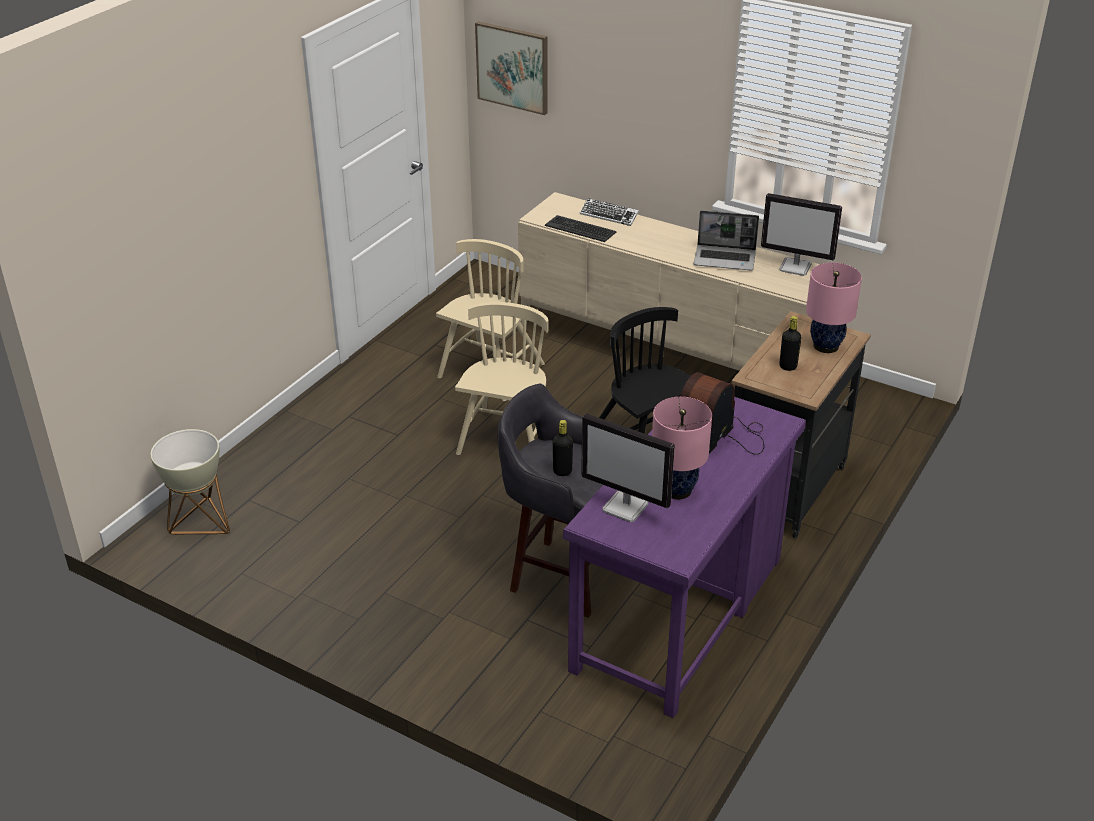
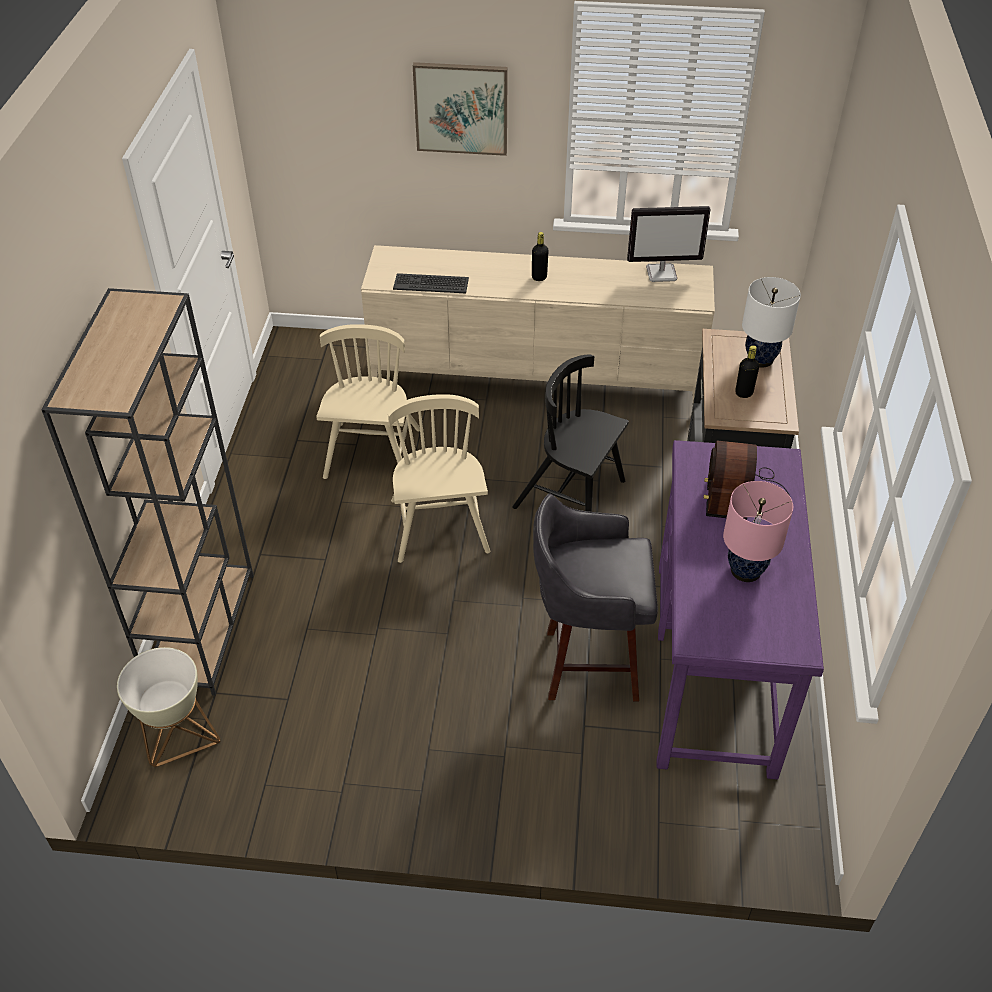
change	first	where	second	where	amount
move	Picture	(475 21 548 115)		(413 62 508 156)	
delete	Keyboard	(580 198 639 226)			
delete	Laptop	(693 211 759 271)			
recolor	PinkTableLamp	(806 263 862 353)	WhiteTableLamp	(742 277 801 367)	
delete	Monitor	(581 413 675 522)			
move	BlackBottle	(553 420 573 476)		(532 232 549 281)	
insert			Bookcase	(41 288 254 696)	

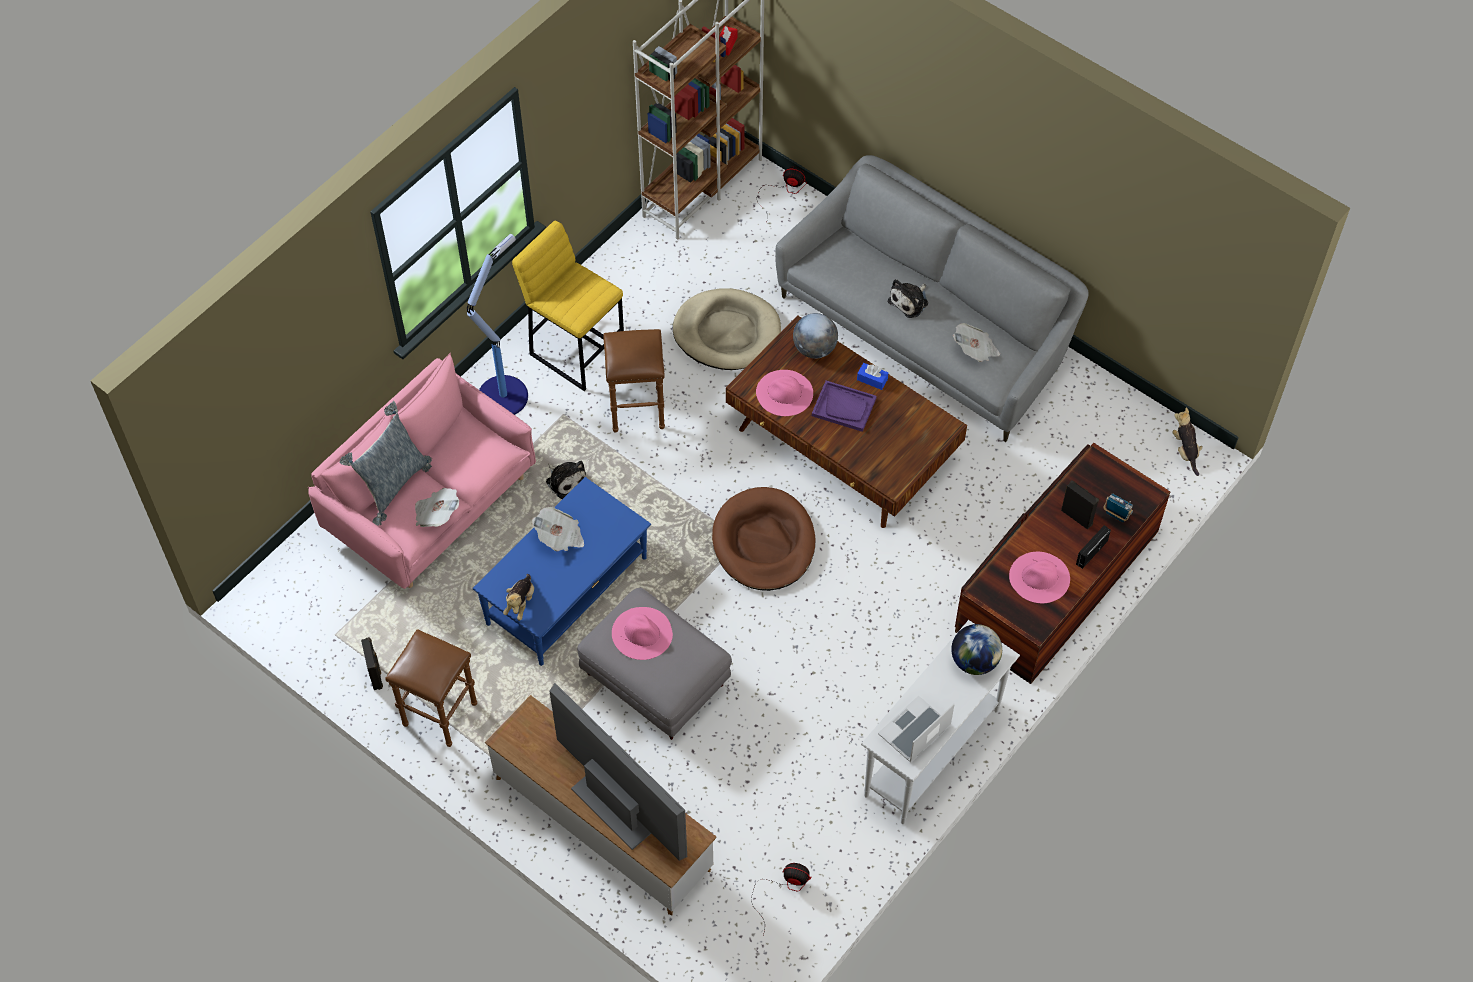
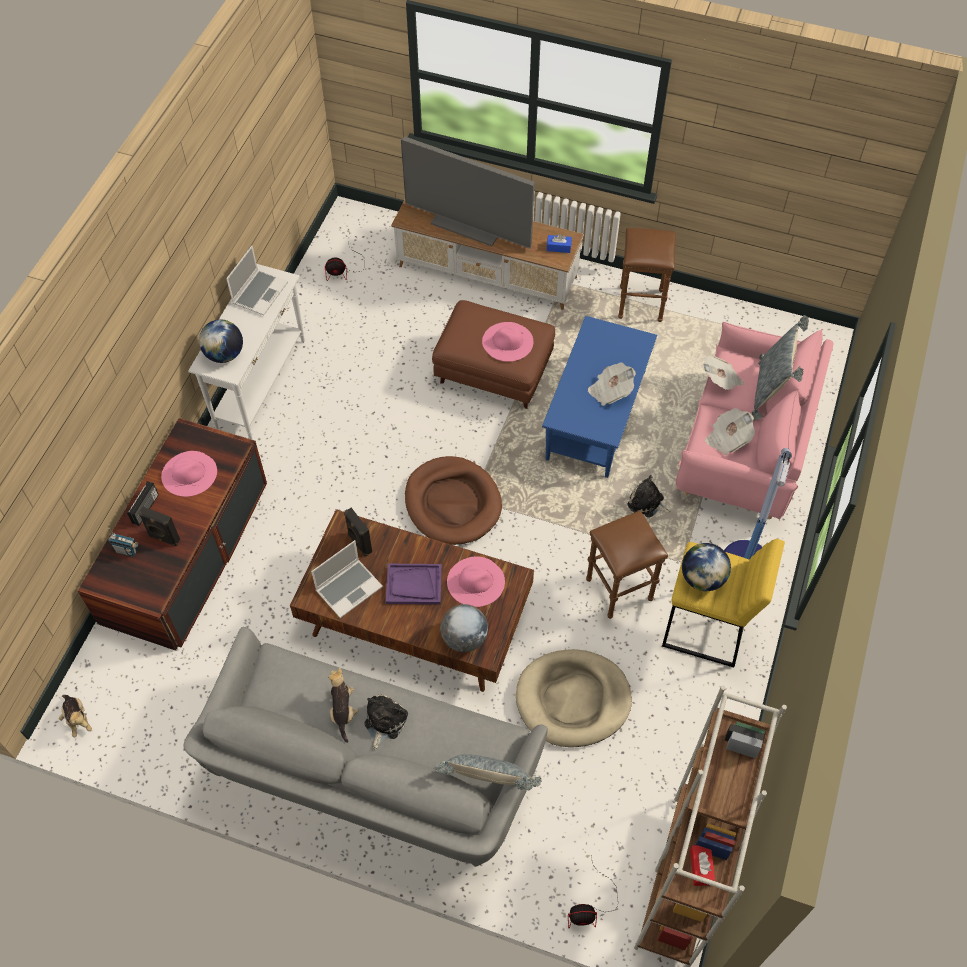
change	first	where	second	where	amount
move	Newspaper	(953 323 1000 362)		(705 408 755 455)	
move	BlueTissueBox	(857 363 888 390)		(547 234 572 253)	
move	PlushToy	(503 574 534 621)		(328 668 359 743)	
recolor	GreyOttoman	(577 588 732 740)	BrownOttoman	(432 300 555 409)	
move	BlackSpeaker	(361 637 383 690)		(344 508 372 556)	
insert			Laptop	(311 540 383 618)	
insert			Globe	(682 543 731 591)	
insert			Pillow	(435 754 542 791)	

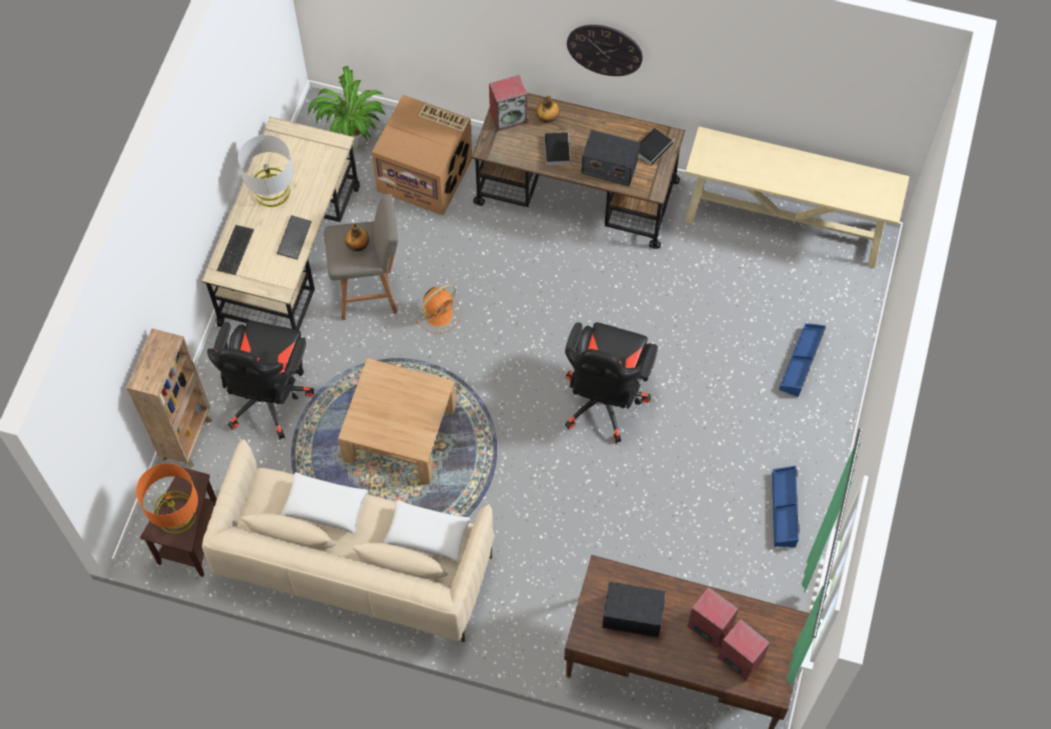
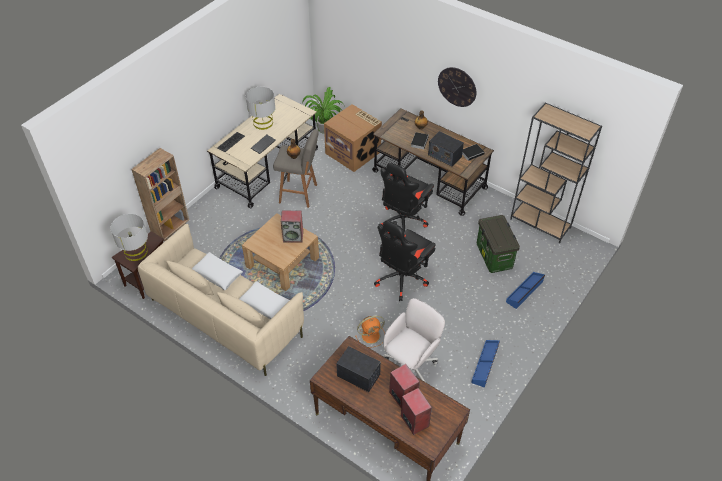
change	first	where	second	where	amount
move	Speaker	(489 75 527 132)		(281 210 303 243)	
replace	BeigeConsoleTable	(685 127 910 268)	Bookcase	(510 103 602 243)	
move	OrangeFan	(416 284 462 334)		(355 316 385 347)	
move	BlackOfficeChair	(207 321 314 440)		(377 163 434 231)	
recolor	OrangeTableLamp	(136 463 198 533)	GreyTableLamp	(110 214 148 261)	
insert			StorageBox	(477 215 520 273)	
insert			WhiteOfficeChair	(383 298 445 382)	

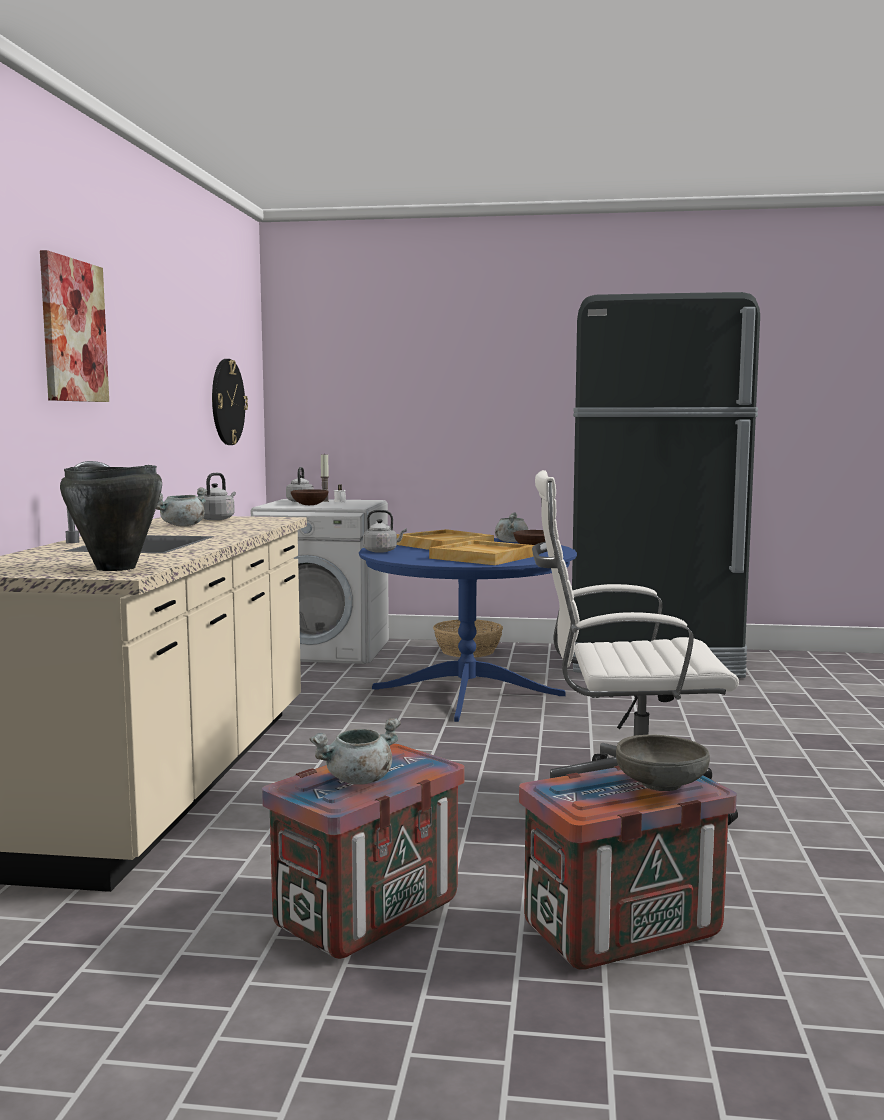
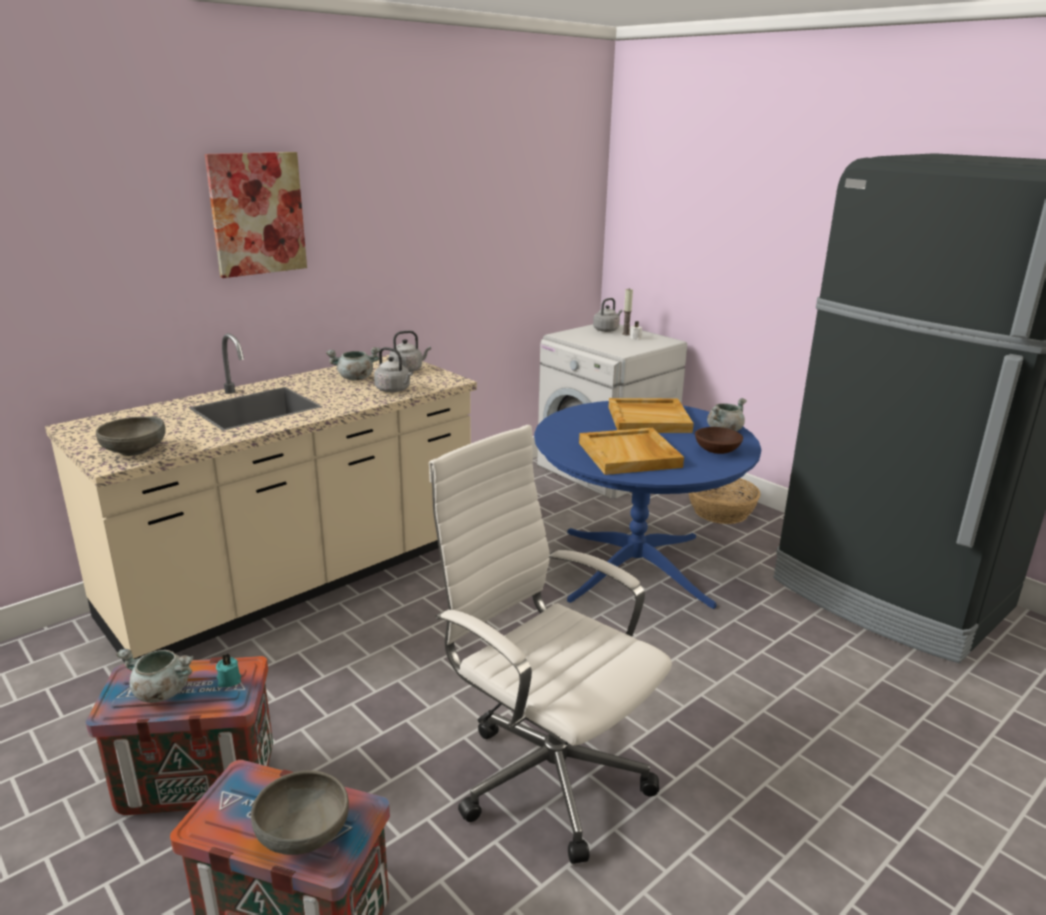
change	first	where	second	where	amount
delete	WallClock	(212 359 248 445)			
replace	BlackCookingPot	(60 465 162 571)	GreyBowl	(96 416 166 456)	
delete	BrownBowl	(291 489 329 505)			
move	GreyKettle	(363 510 407 553)		(374 347 413 392)	
insert			TurquoiseCandle	(216 654 241 687)	

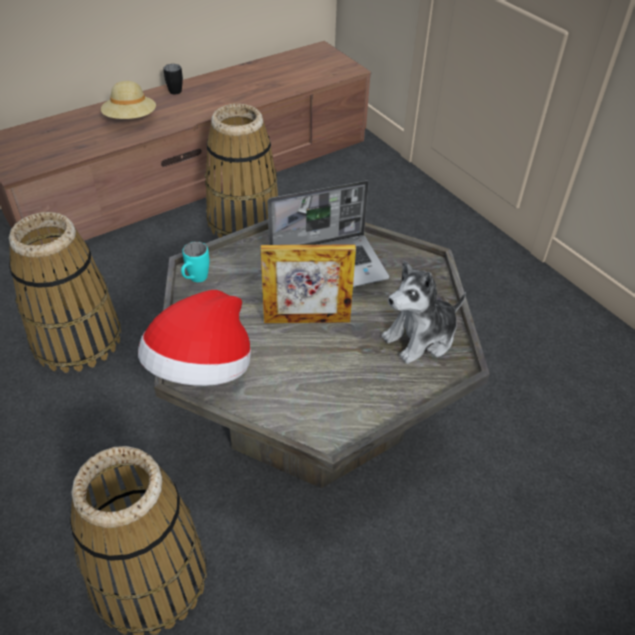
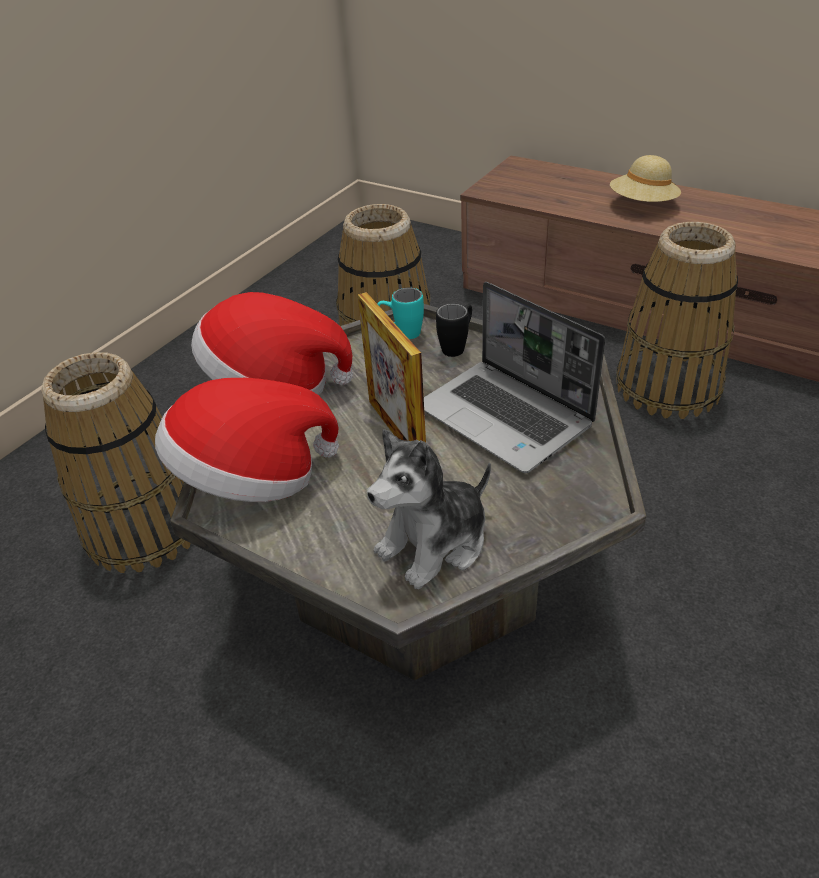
change	first	where	second	where	amount
move	BlackMug	(163 64 183 94)		(436 303 472 357)	
rotate	PlushToy	(381 261 466 364)		(367 429 491 590)	75 degrees counterclockwise
insert			Hat	(155 378 339 502)	

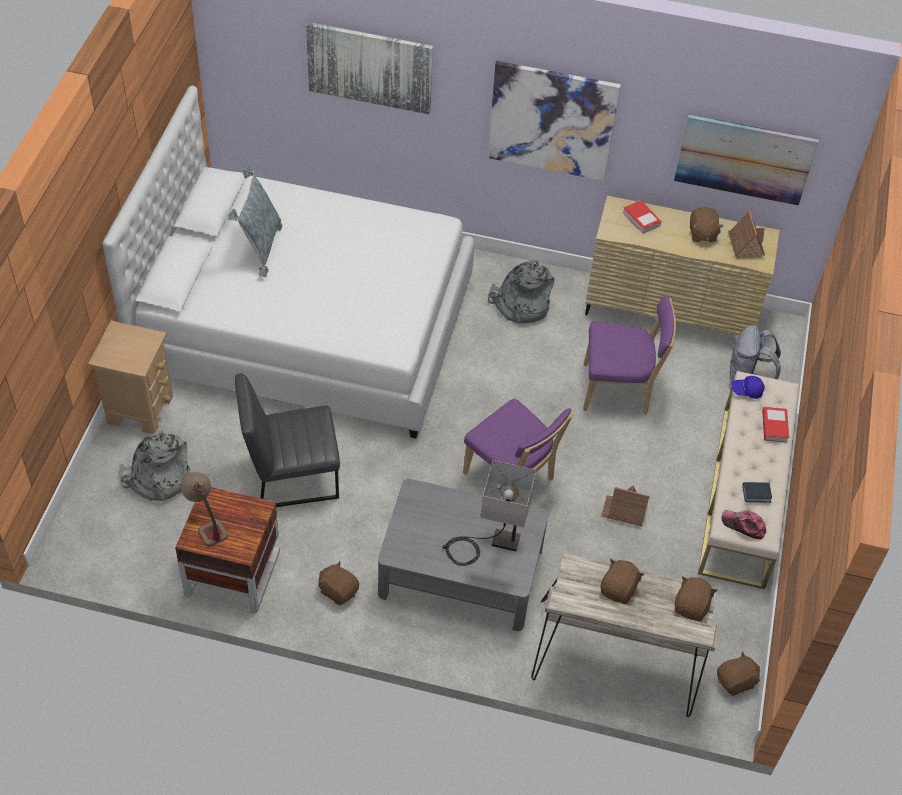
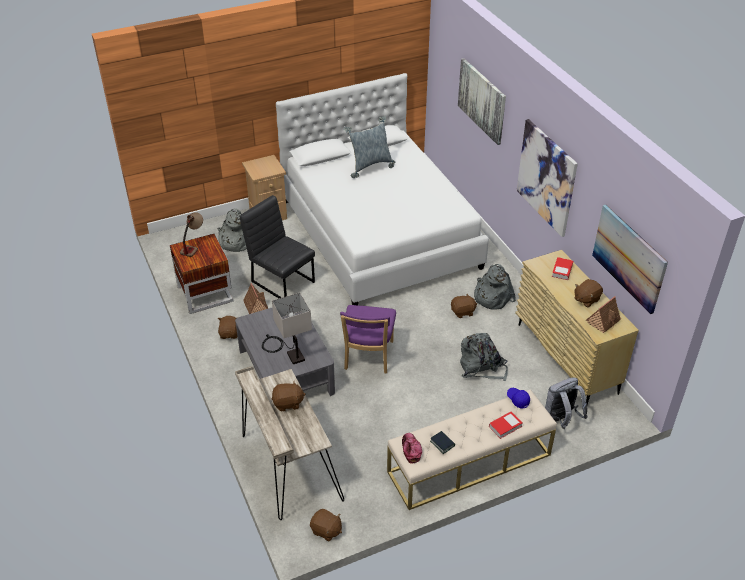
change	first	where	second	where	amount
replace	PurpleChair	(583 295 676 415)	GreyBackpack	(460 333 508 381)	
move	ToyHouse	(601 486 650 527)		(243 283 268 314)	
move	BrownPlushToy	(674 576 718 621)		(451 293 477 318)	

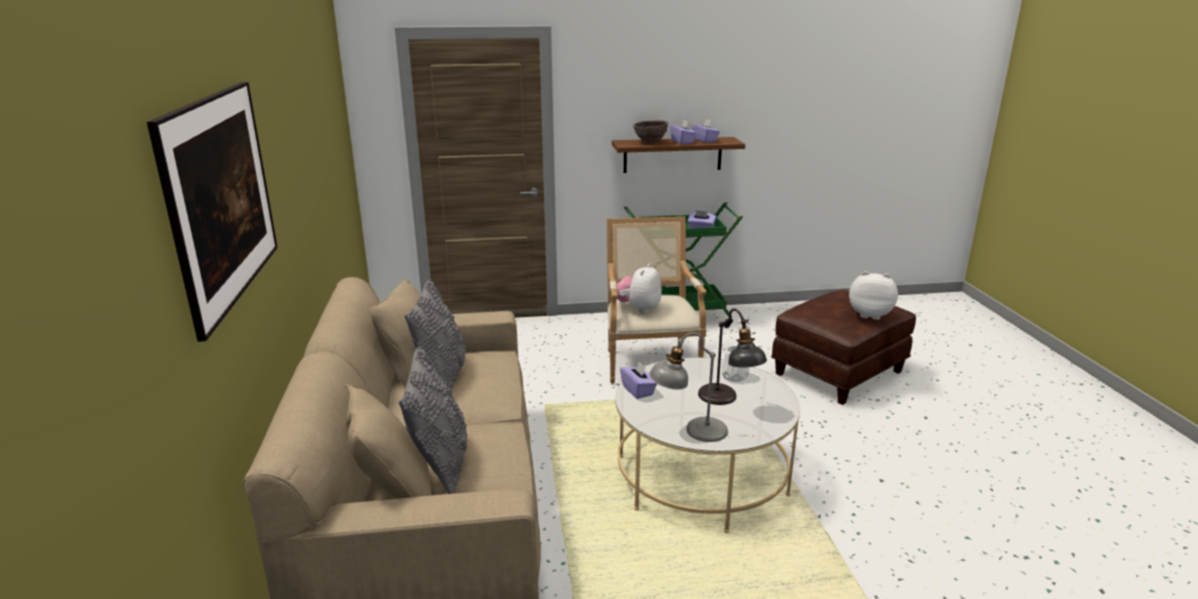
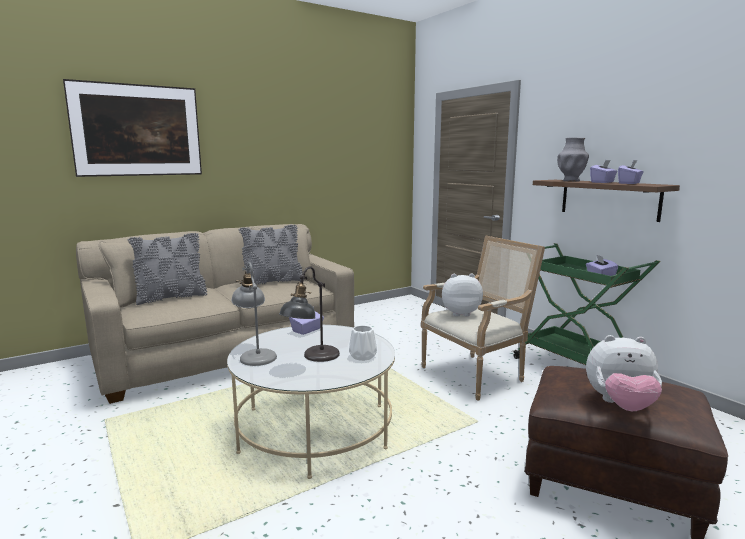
change	first	where	second	where	amount
replace	BrownBowl	(633 120 668 144)	GreyVase	(557 137 589 182)	
rotate	PlushToy	(849 271 898 320)		(586 335 662 411)	105 degrees clockwise

